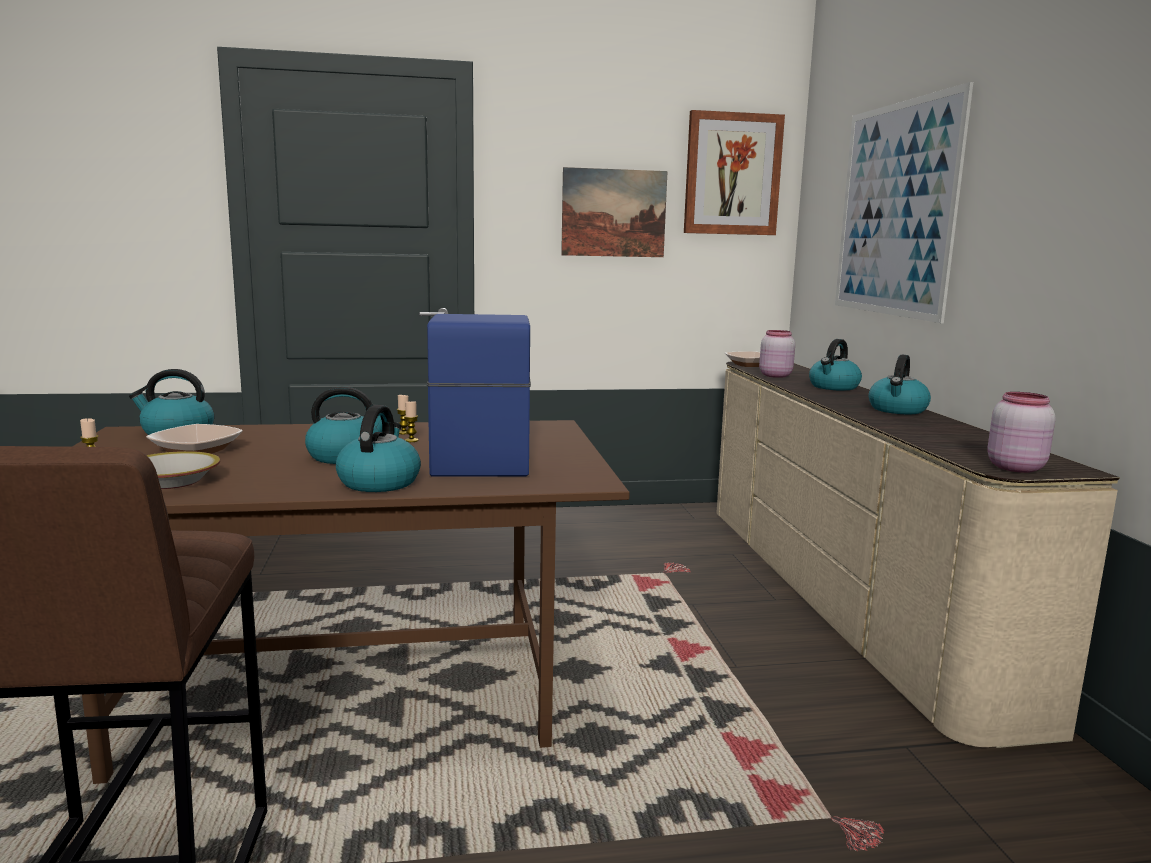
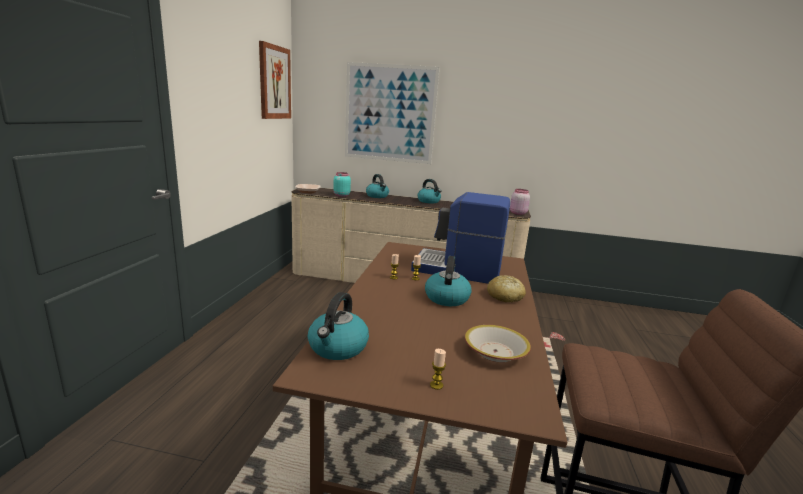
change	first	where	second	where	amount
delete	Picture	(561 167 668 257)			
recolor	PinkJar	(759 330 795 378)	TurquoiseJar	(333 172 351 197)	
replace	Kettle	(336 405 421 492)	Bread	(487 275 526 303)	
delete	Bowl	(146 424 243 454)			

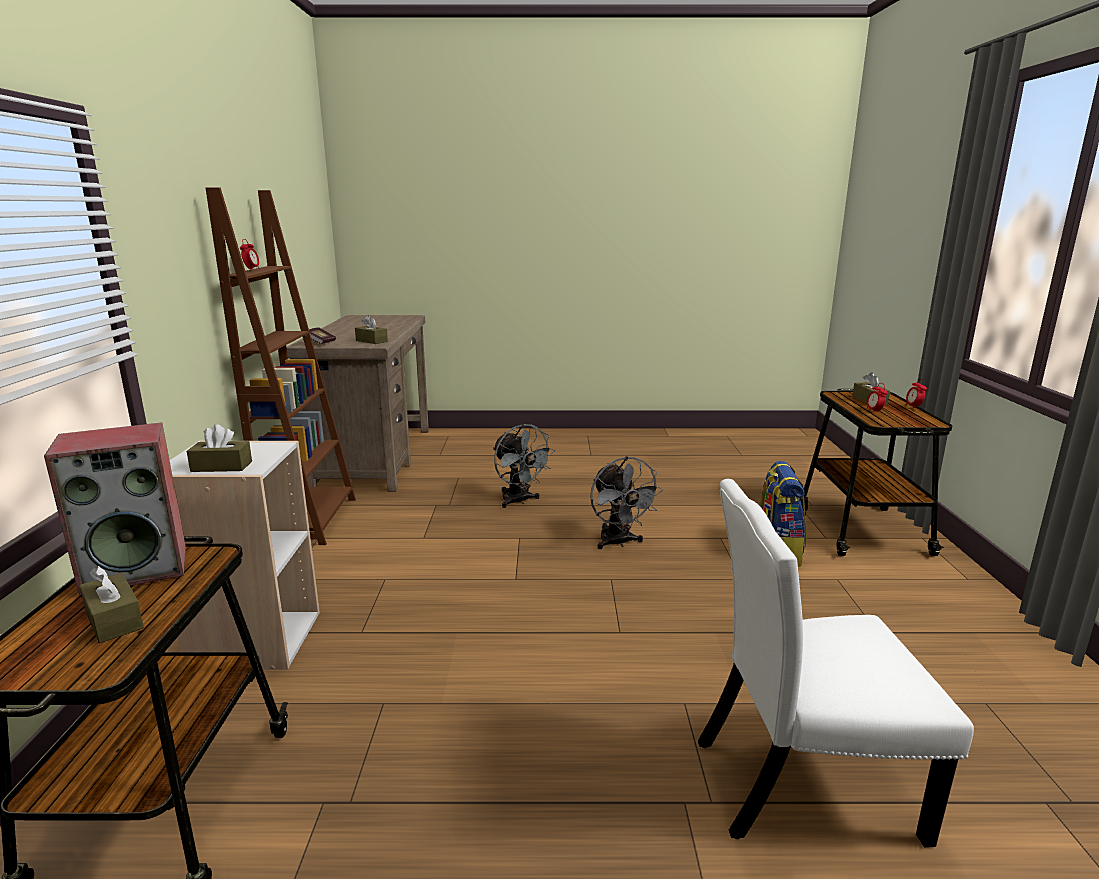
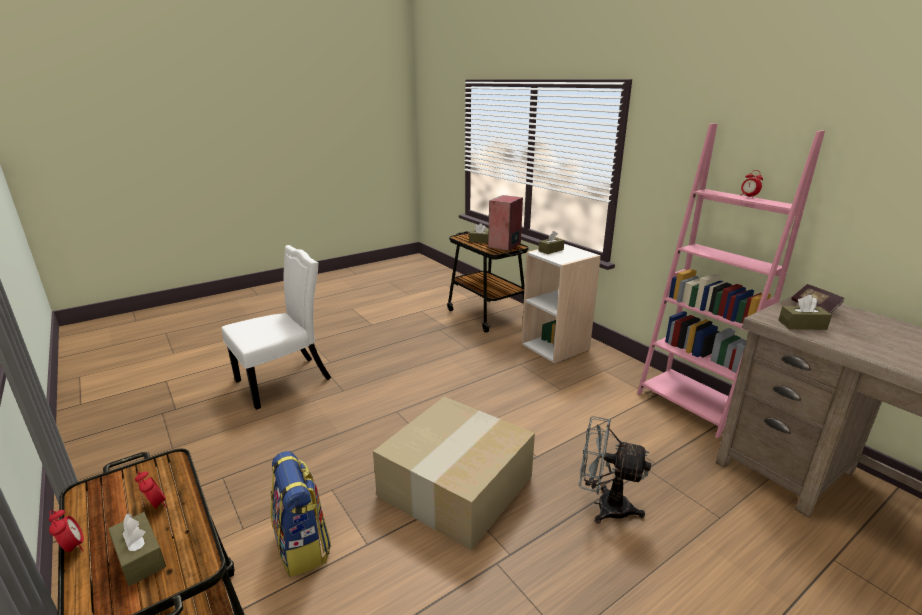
change	first	where	second	where	amount
recolor	BrownBookcase	(206 187 356 545)	PinkBookcase	(637 123 825 438)	
replace	GreyFan	(590 456 663 549)	CardboardBox	(373 397 535 550)	

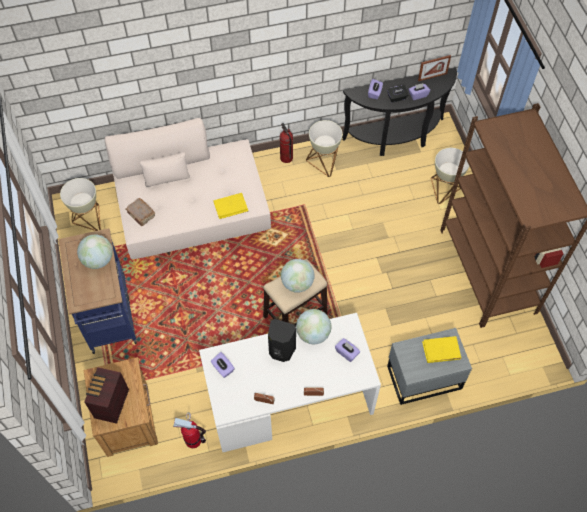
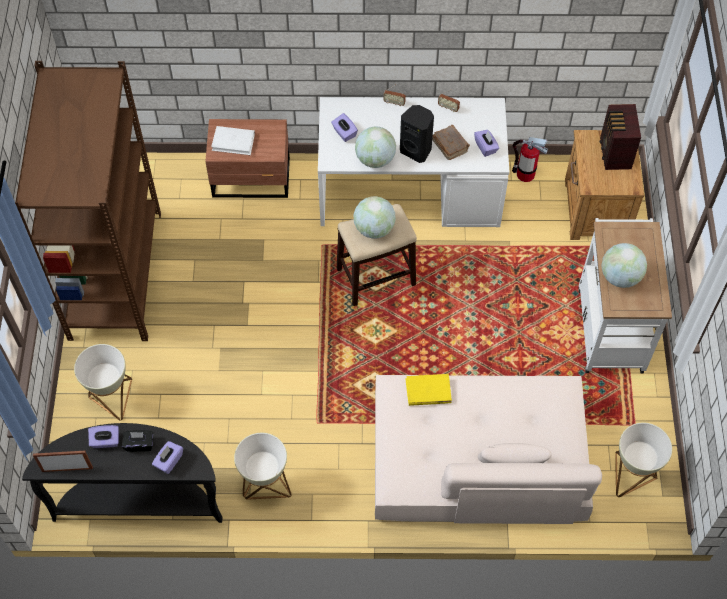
change	first	where	second	where	amount
delete	FireExtinguisher	(280 123 293 163)			
move	BrownBook	(125 198 155 226)		(432 125 470 160)	
recolor	BlueCart	(59 228 137 354)	WhiteCart	(578 218 672 374)	
recolor	GreyNightstand	(387 328 472 405)	BrownNightstand	(205 119 290 198)	
recolor	YellowBook	(422 336 461 363)	WhiteBook	(211 126 255 155)	
rotate	Radio	(84 367 129 424)		(600 104 641 170)	150 degrees clockwise

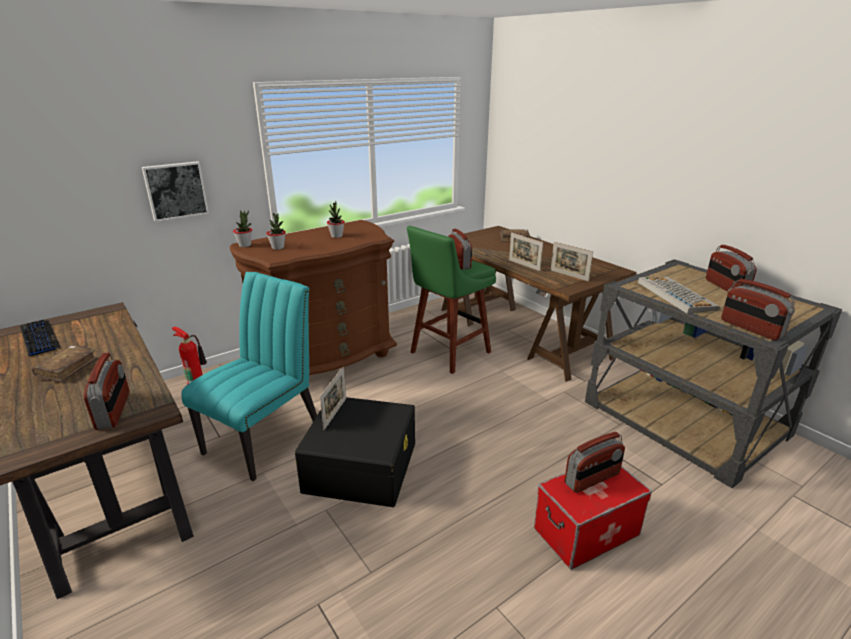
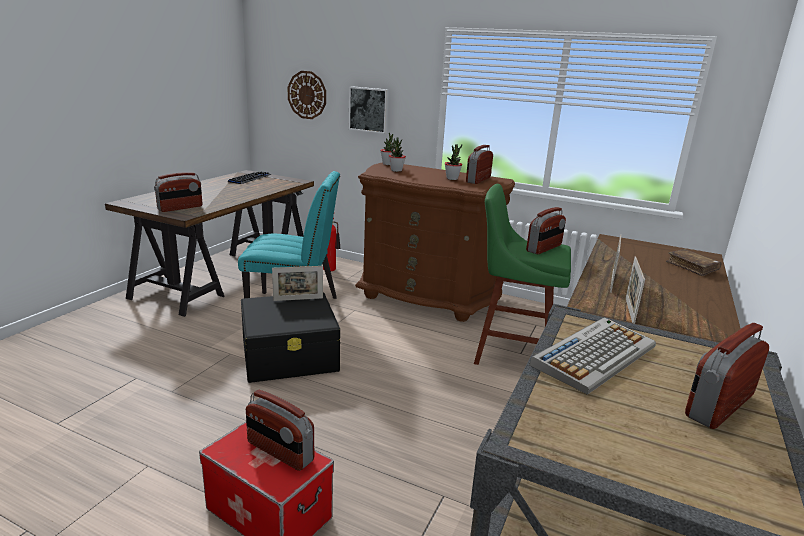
change	first	where	second	where	amount
move	Radio	(721 279 795 340)		(466 145 493 184)	
delete	BrownBook	(32 345 98 383)			
insert			WallClock	(288 71 326 119)	

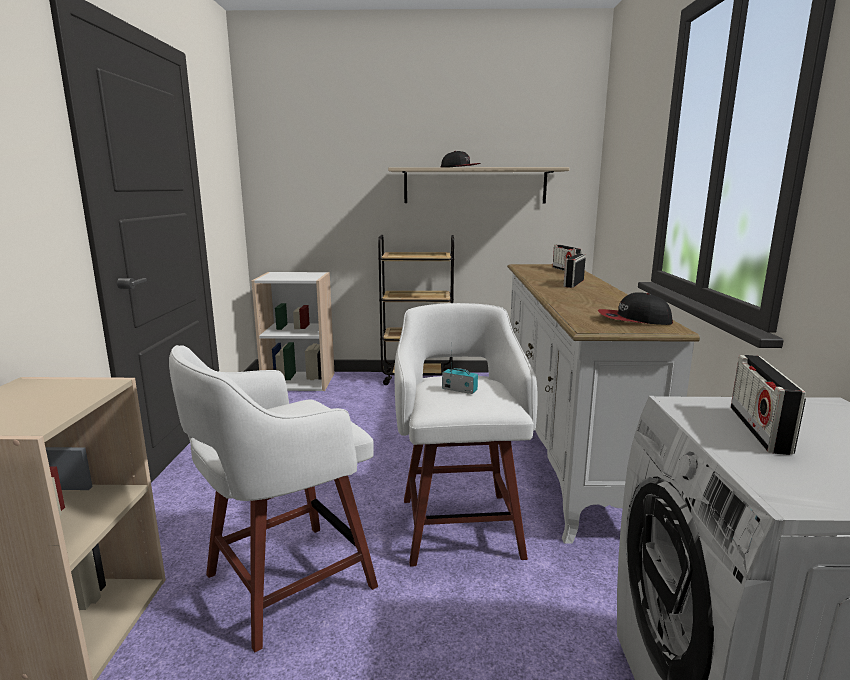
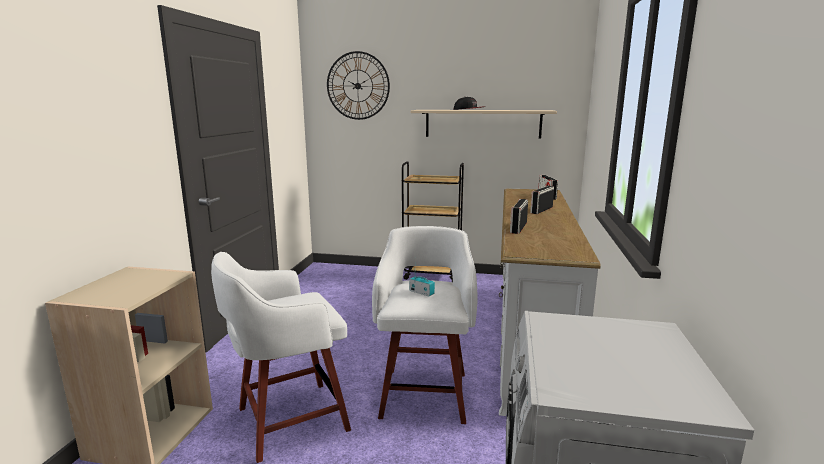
change	first	where	second	where	amount
delete	WhiteBookcase	(252 272 334 391)			
delete	Cap	(598 292 673 325)			
move	Radio	(731 355 806 455)		(510 199 528 234)	
insert			WallClock	(327 51 390 120)	

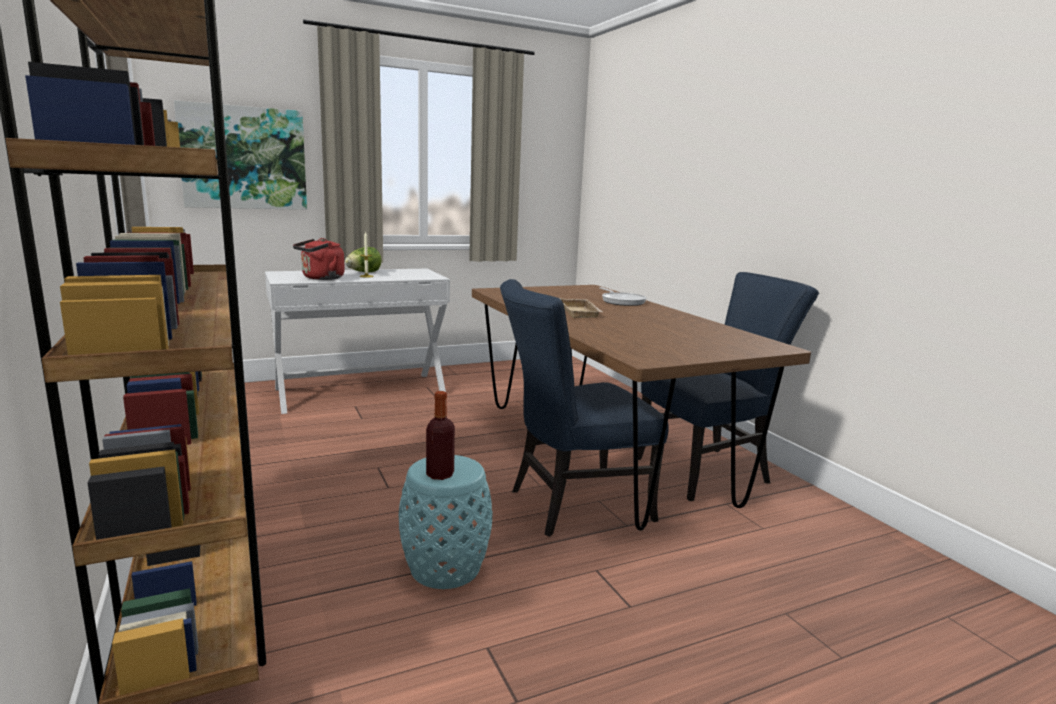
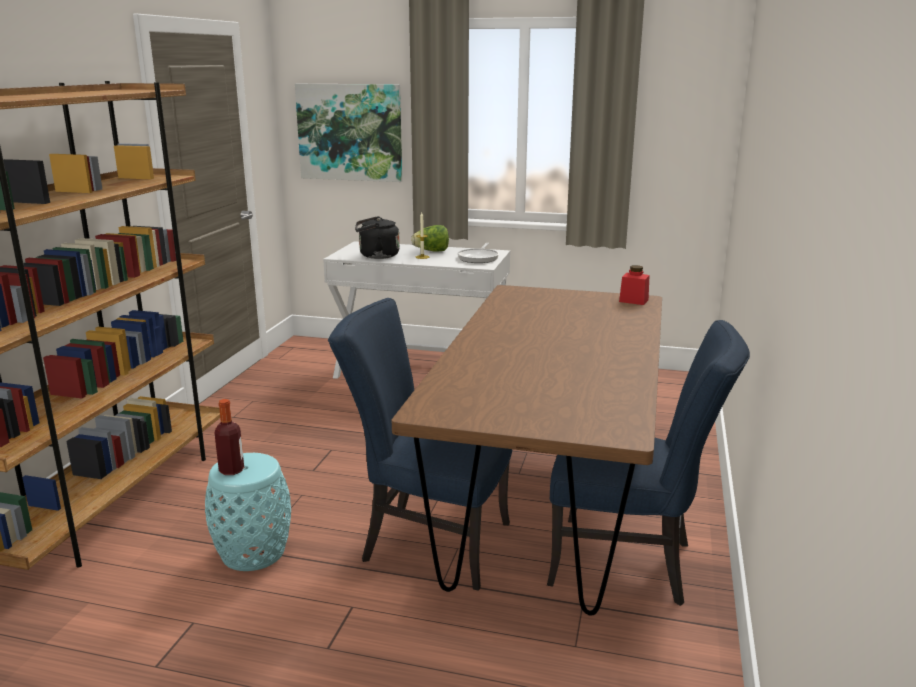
change	first	where	second	where	amount
recolor	RedKettle	(293 238 345 280)	BlackKettle	(355 216 400 259)	
move	FryingPan	(599 287 646 306)		(457 243 499 263)	
delete	BeigeTray	(559 298 602 318)			
insert			RedJar	(619 265 650 305)	

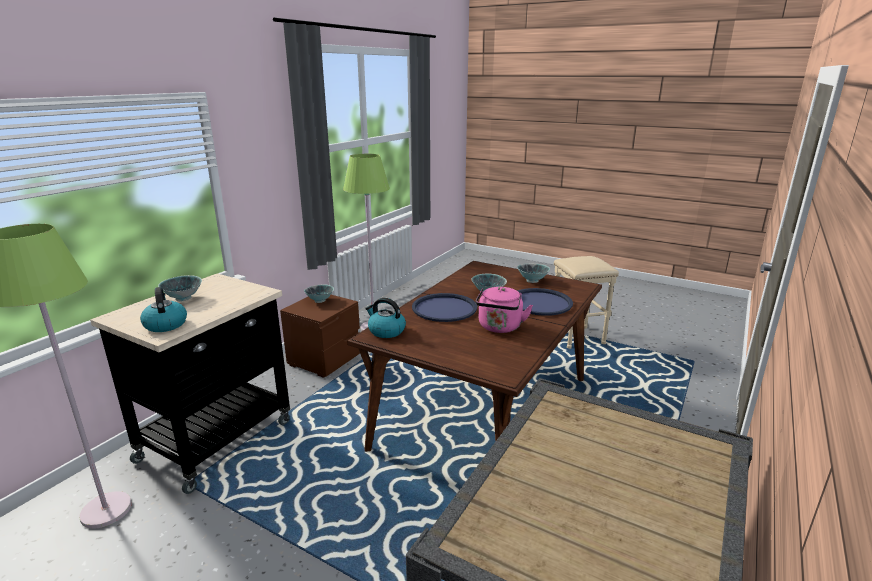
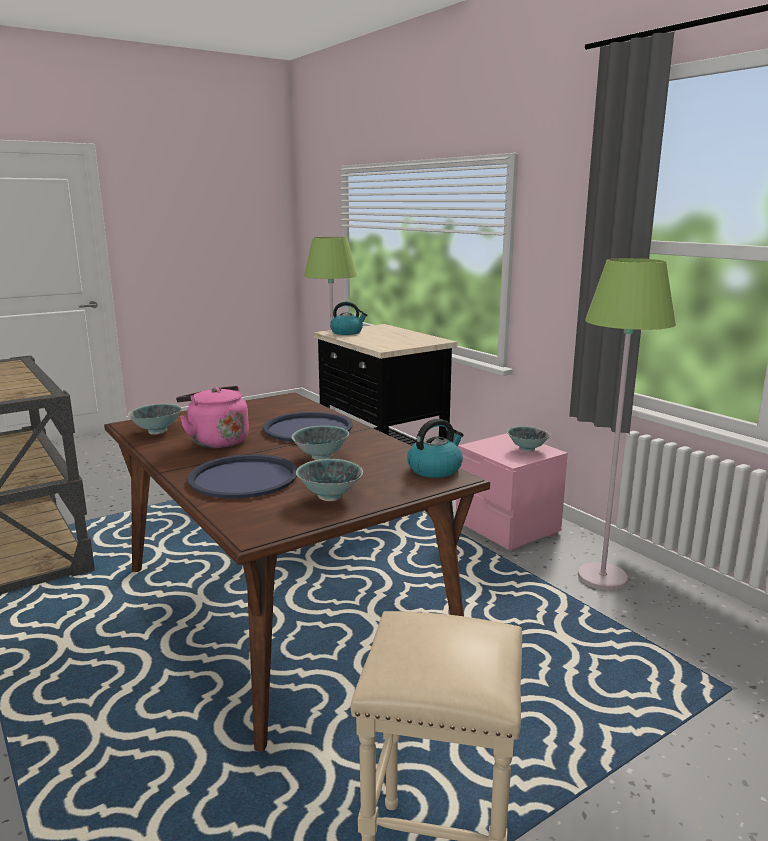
change	first	where	second	where	amount
move	Bowl	(158 275 202 301)		(128 404 182 435)	
recolor	BrownNightstand	(280 295 360 378)	PinkNightstand	(456 433 568 551)	
move	Kettle	(365 298 406 338)		(407 419 464 478)	

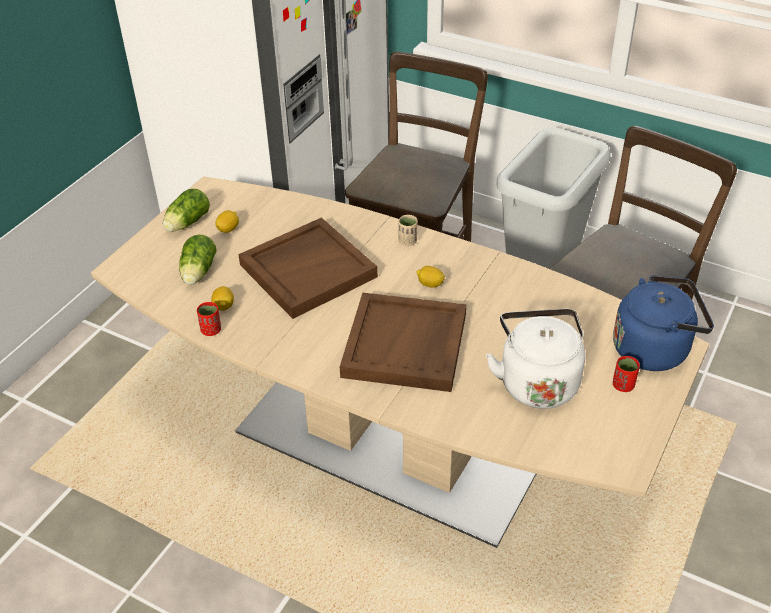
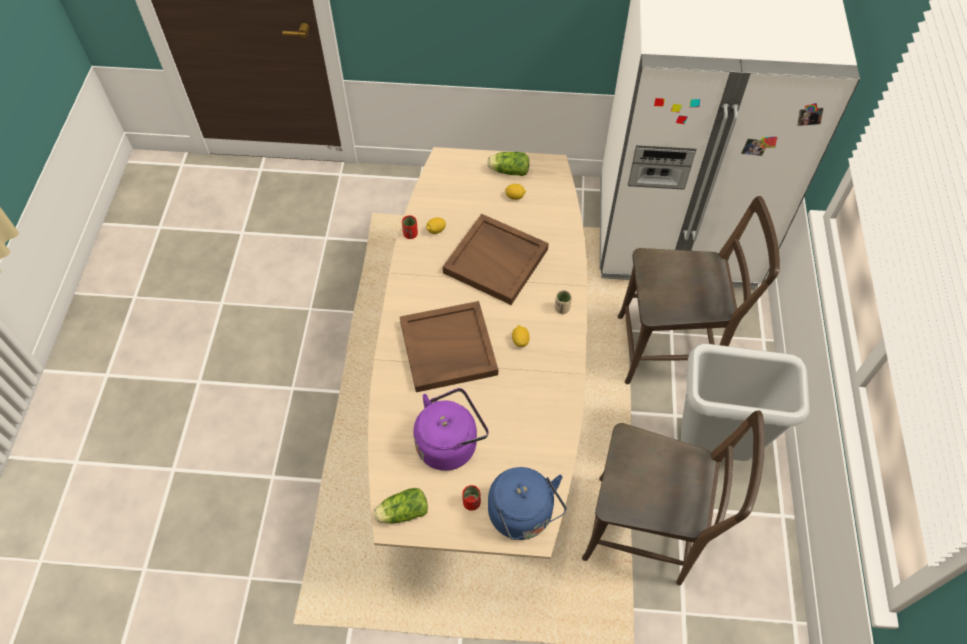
change	first	where	second	where	amount
move	Lettuce	(179 234 216 285)		(374 488 428 524)	
recolor	WhiteKettle	(486 309 585 409)	PurpleKettle	(413 388 489 471)	

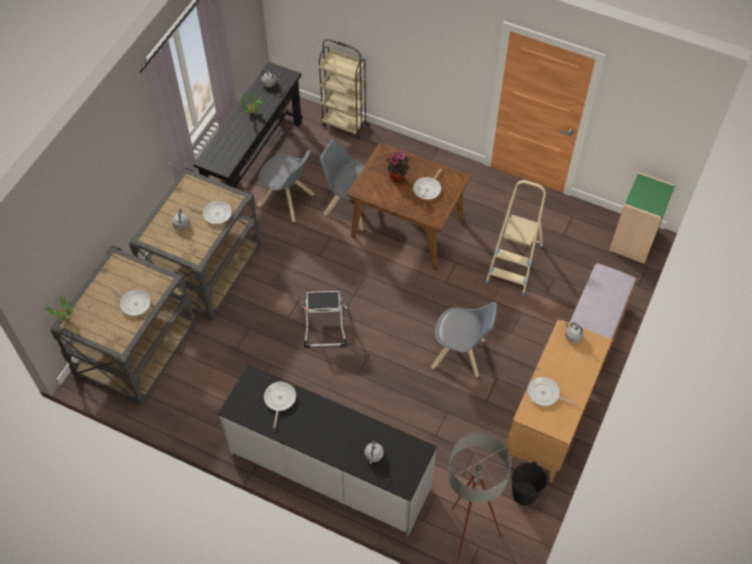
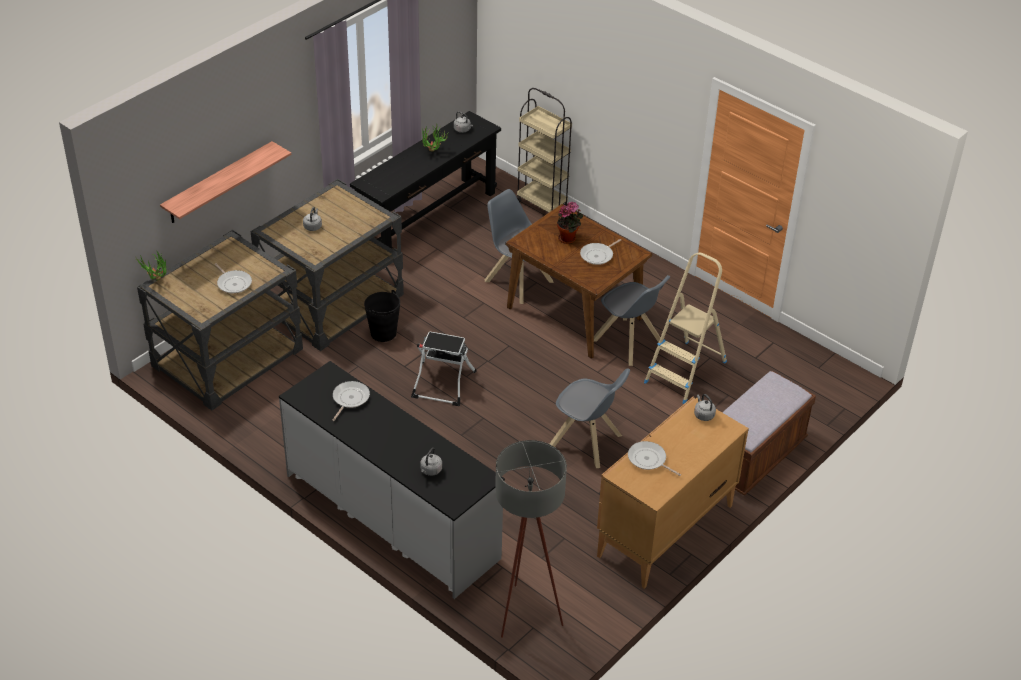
change	first	where	second	where	amount
move	GreyChair	(257 150 315 222)		(594 275 670 366)	
delete	GreenBookcase	(609 172 675 263)			
delete	FryingPan	(188 200 232 224)			
move	BlackBucket	(512 462 548 506)		(364 290 400 342)	
insert			Shelf	(160 141 291 223)	

